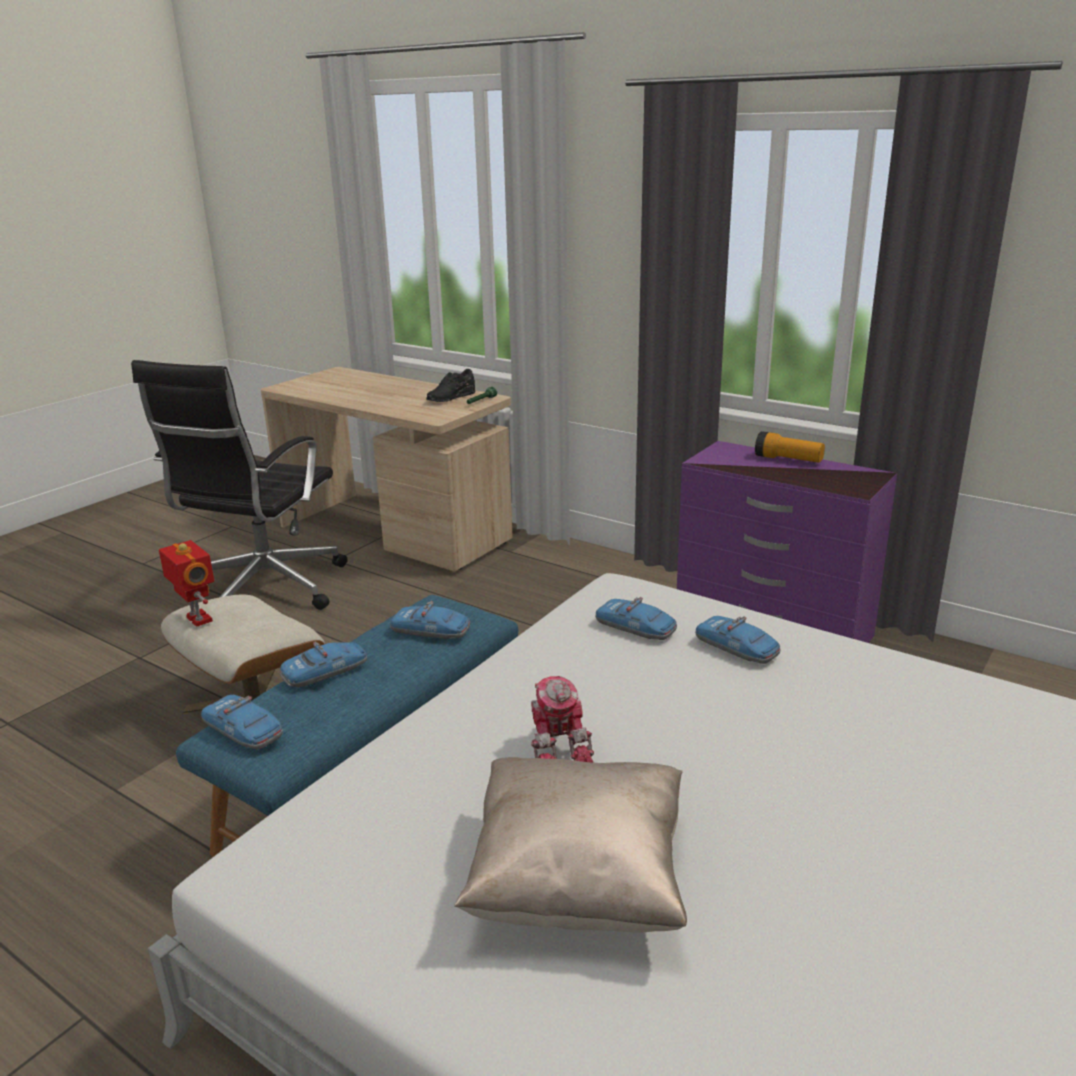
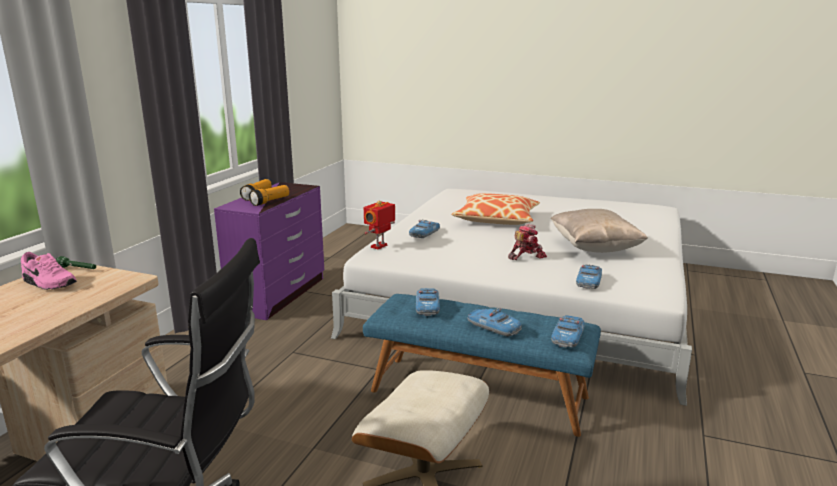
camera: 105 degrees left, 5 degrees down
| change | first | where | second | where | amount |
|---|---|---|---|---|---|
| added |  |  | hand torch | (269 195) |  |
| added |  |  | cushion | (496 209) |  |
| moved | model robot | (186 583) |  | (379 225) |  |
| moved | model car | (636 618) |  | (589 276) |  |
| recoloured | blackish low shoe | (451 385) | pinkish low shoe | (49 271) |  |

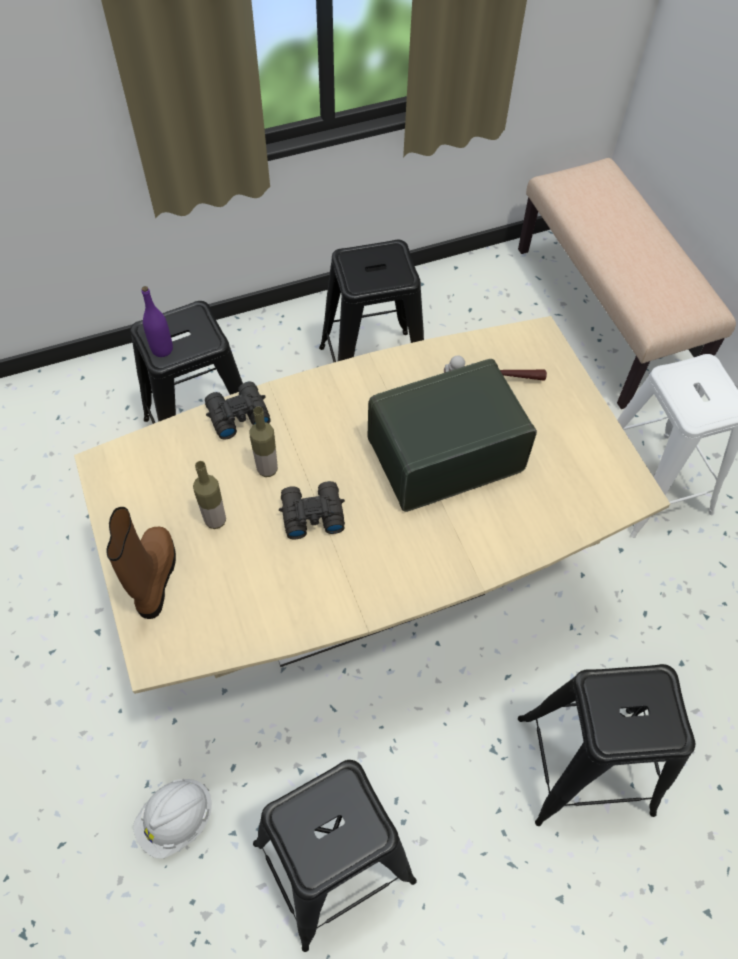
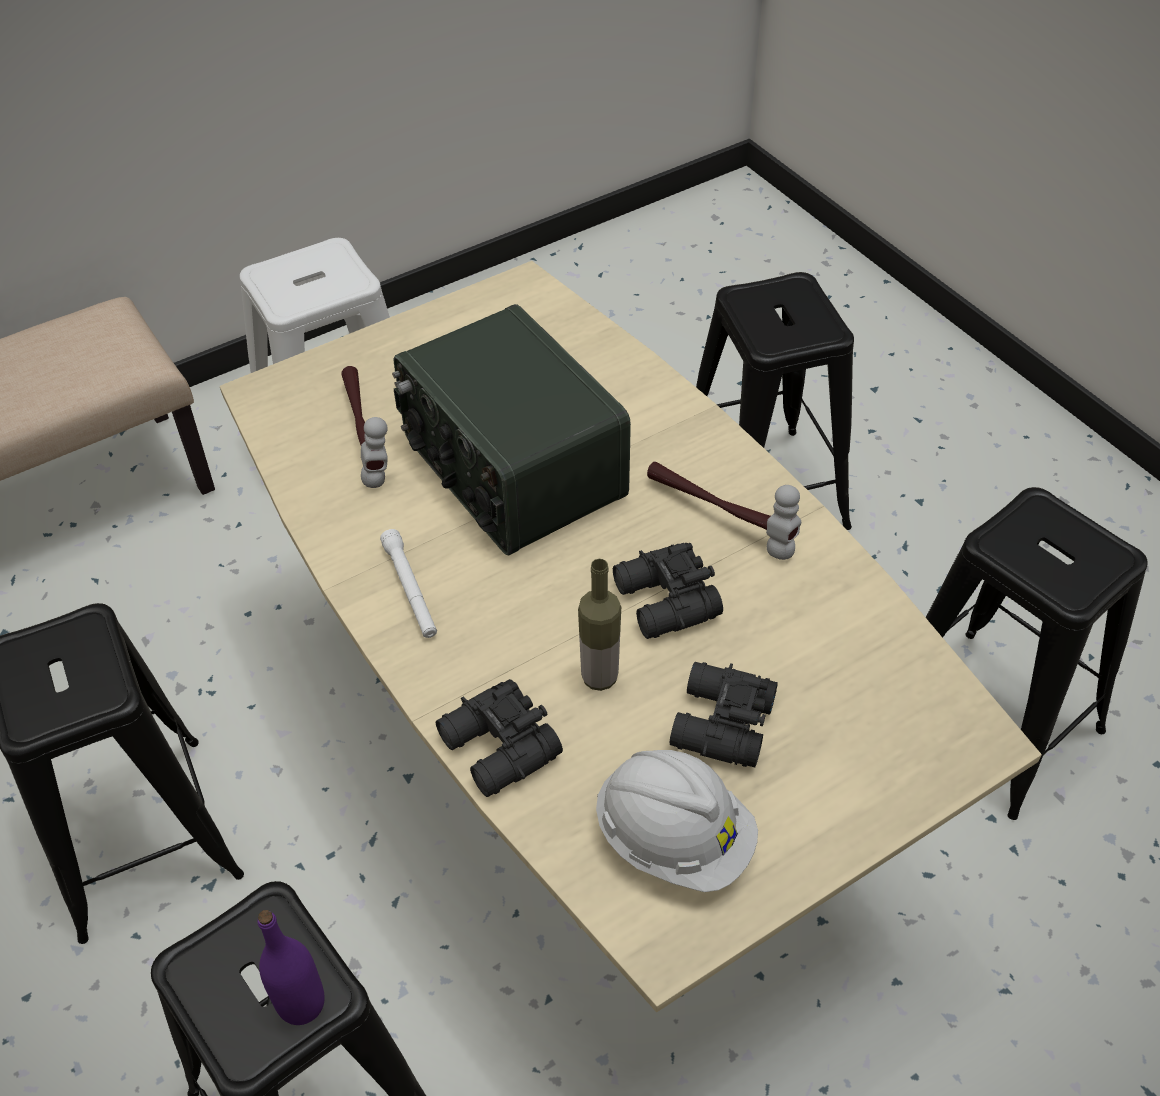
camera: 100 degrees left, 10 degrees down
| change | first | where | second | where | amount |
|---|---|---|---|---|---|
| removed | brown-coloured boot | (141 563) |  |  |  |
| added |  |  | white hand torch | (408 583) |  |
| added |  |  | hammer | (724 511) |  |
| moved | white hard hat | (172 819) |  | (677 821) |  |
| replaced | beverage bottle | (209 495) | blackish binoculars | (724 714) |  |

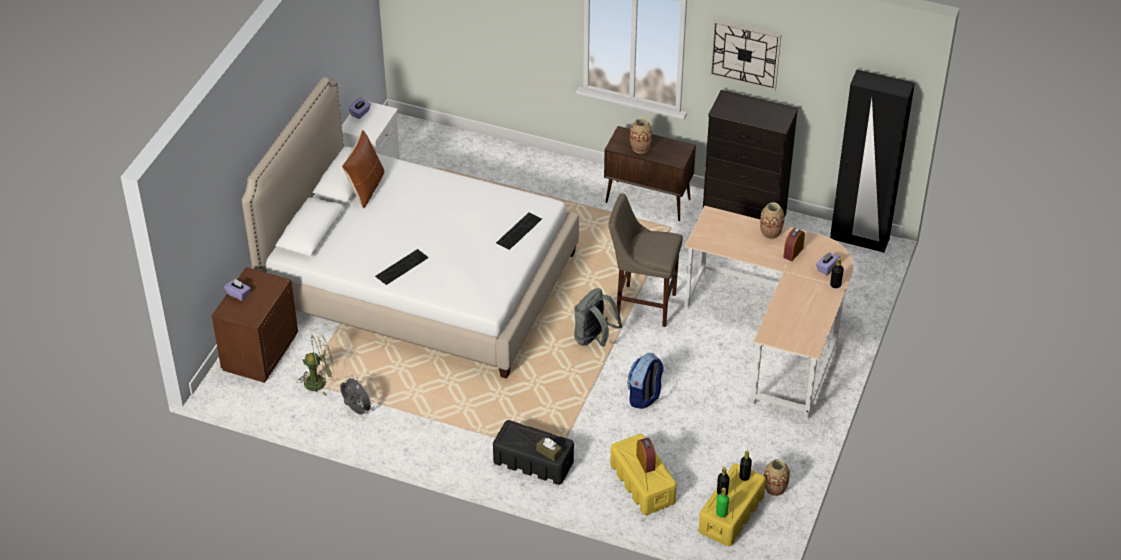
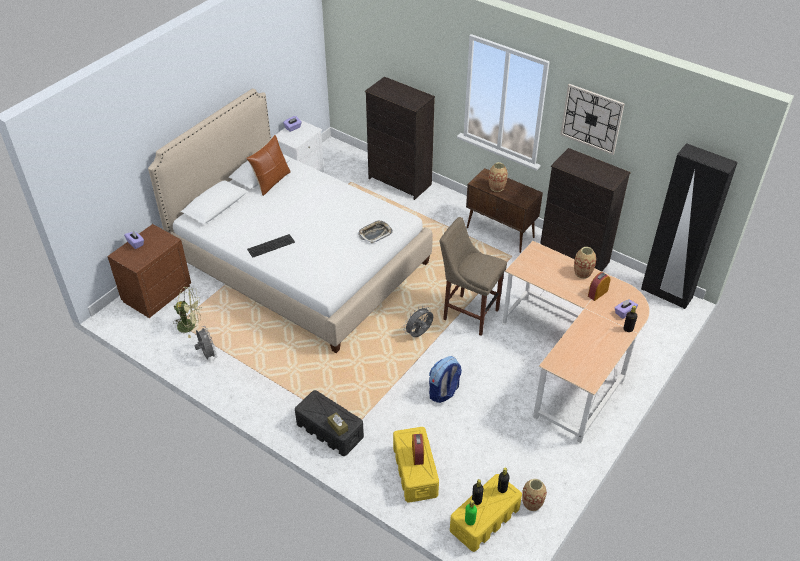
camera: 15 degrees right, 0 degrees up
| change | first | where | second | where | amount |
|---|---|---|---|---|---|
| added |  |  | blackish chest of drawers | (400 138) |  |
| replaced | keyboard | (519 231) | serving tray | (375 231) |  |
| replaced | gray rucksack | (598 317) | gray fan | (418 321) |  |

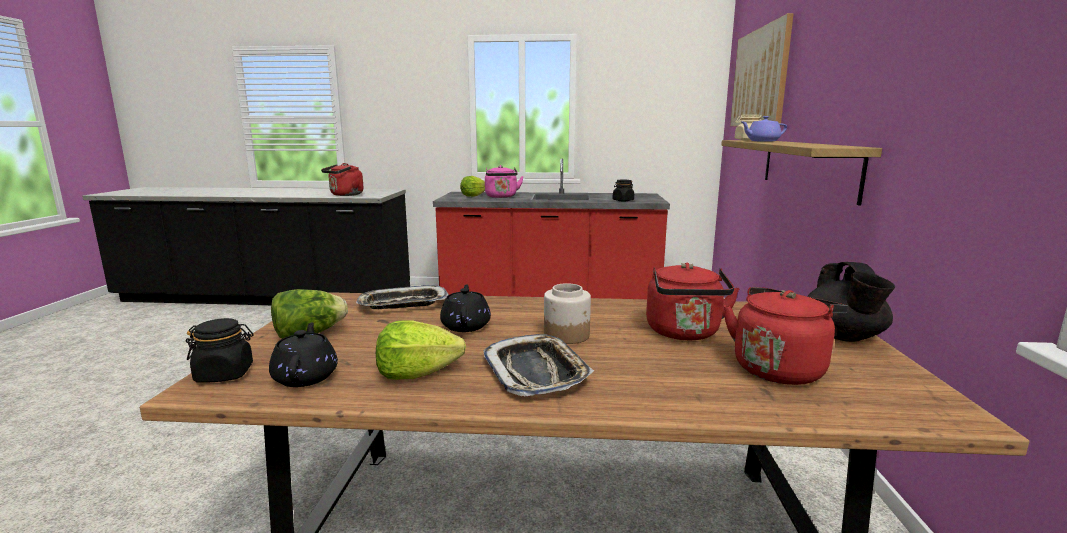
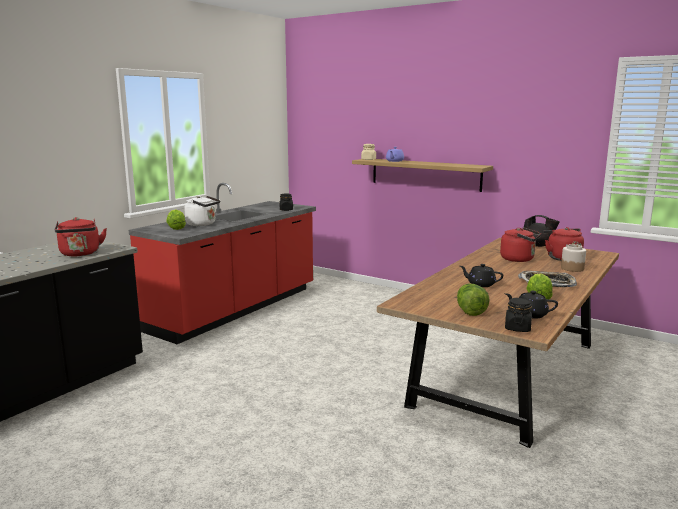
camera: 60 degrees left, 0 degrees up
| change | first | where | second | where | amount |
|---|---|---|---|---|---|
| removed | serving tray | (402 297) |  |  |  |
| removed | picture | (762 69) |  |  |  |
| moved | preserve jar | (567 313) |  | (573 258) |  |
| recoloured | pinkish kettle | (504 181) | white kettle | (202 211) |  |

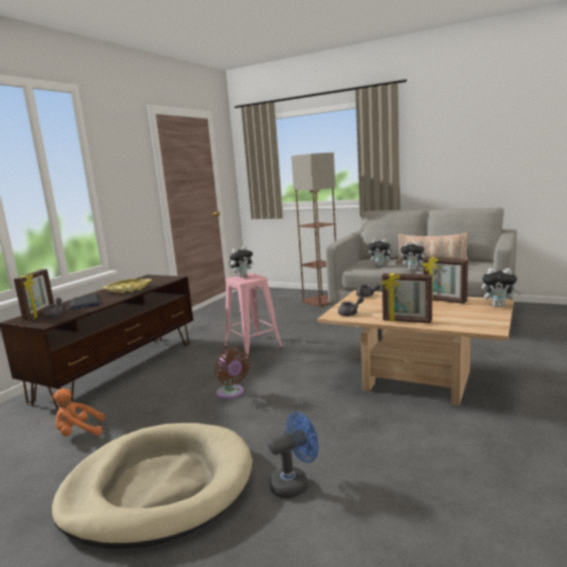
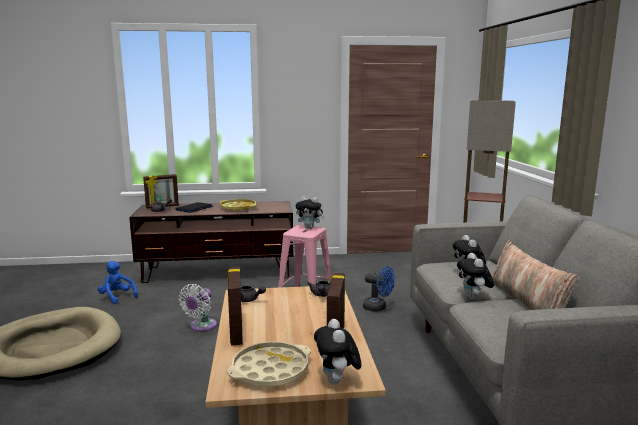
camera: 55 degrees right, 0 degrees up
| change | first | where | second | where | amount |
|---|---|---|---|---|---|
| added |  |  | sand-coloured serving tray | (269 364) |  |
| moved | blue-coloured fan | (293 455) |  | (379 289) |  |
| recoloured | orange cuddly toy | (78 412) | blue-coloured cuddly toy | (118 282) |  |
| recoloured | brown-coloured fan | (232 373) | white fan | (198 308) |  |

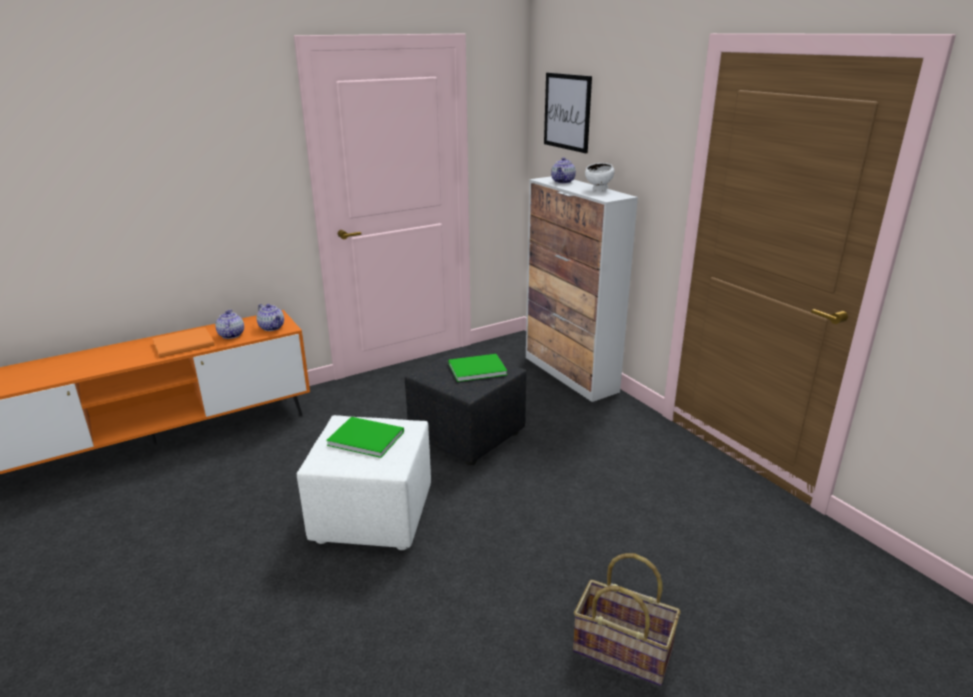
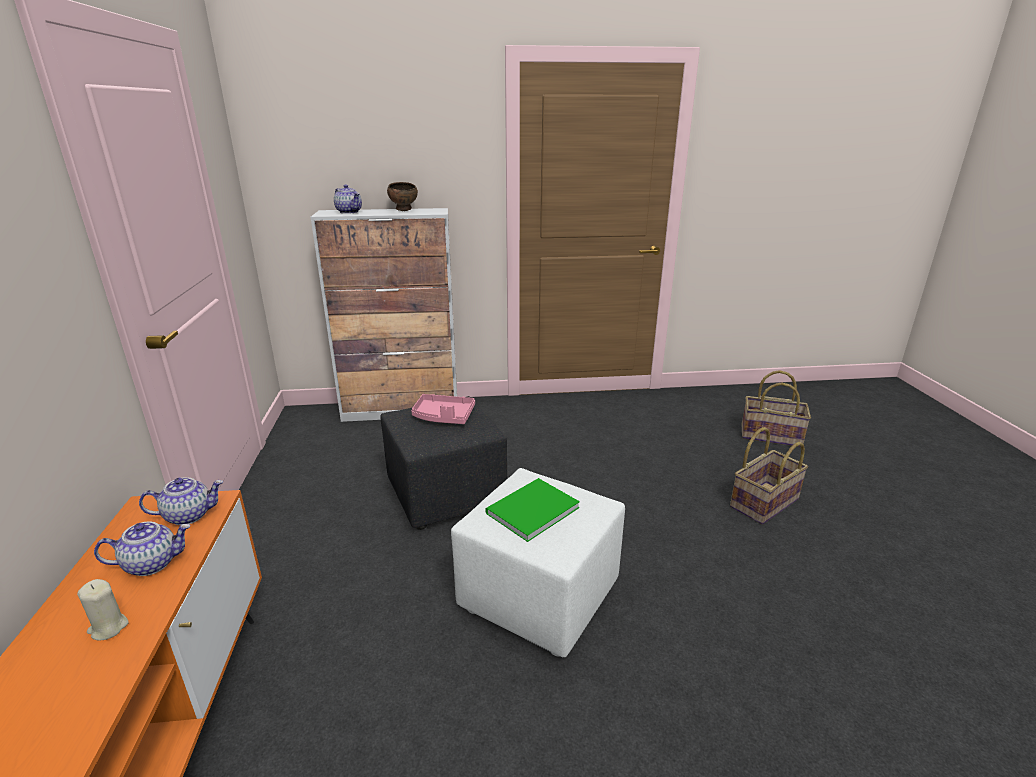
camera: 65 degrees left, 0 degrees up
| change | first | where | second | where | amount |
|---|---|---|---|---|---|
| removed | picture | (568 113) |  |  |  |
| added |  |  | basket | (776 408) |  |
| replaced | orange book | (183 342) | sand-coloured wax candle | (103 610) |  |
| replaced | green-coloured book | (477 368) | pinkish serving tray | (443 409) |  |
| recoloured | white deep dish | (599 177) | brown-coloured deep dish | (402 196) |  |
| turned | pot for tea | (229 324) |  | (142 549) | 150 degrees clockwise |

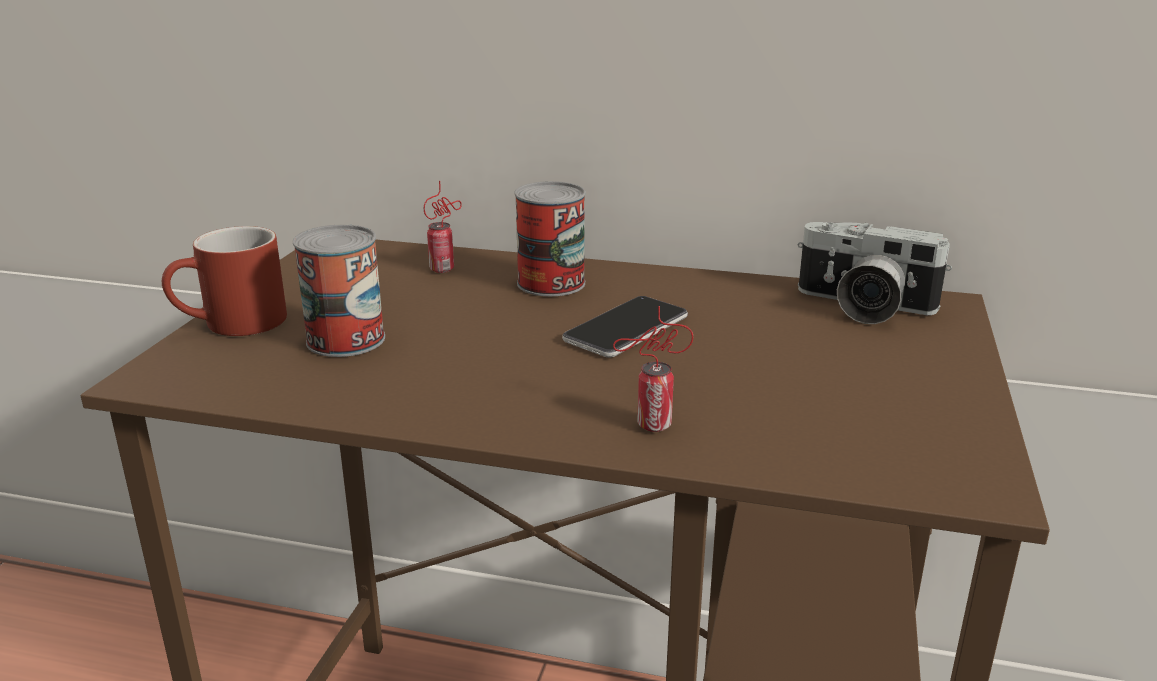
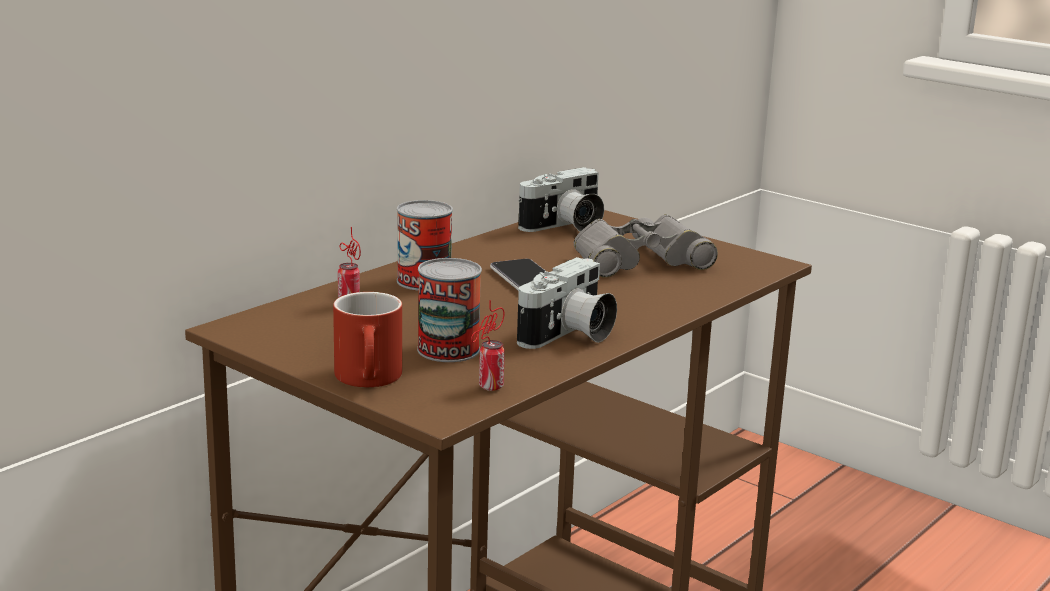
camera: 65 degrees left, 5 degrees down
| change | first | where | second | where | amount |
|---|---|---|---|---|---|
| added |  |  | still camera | (567 303) |  |
| added |  |  | gray binoculars | (646 246) |  |
| moved | can | (653 369) |  | (488 345) |  |

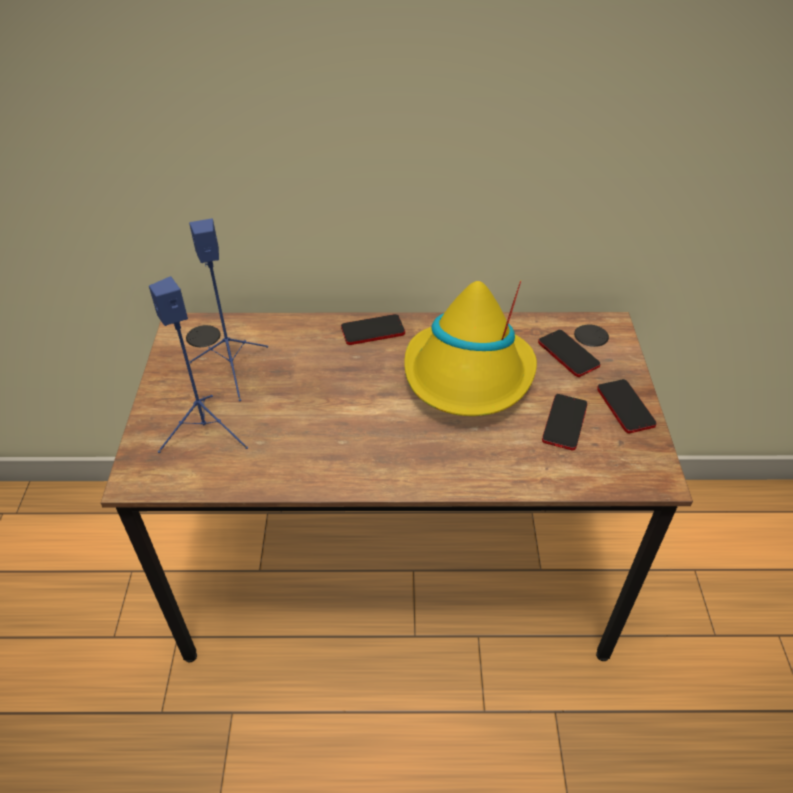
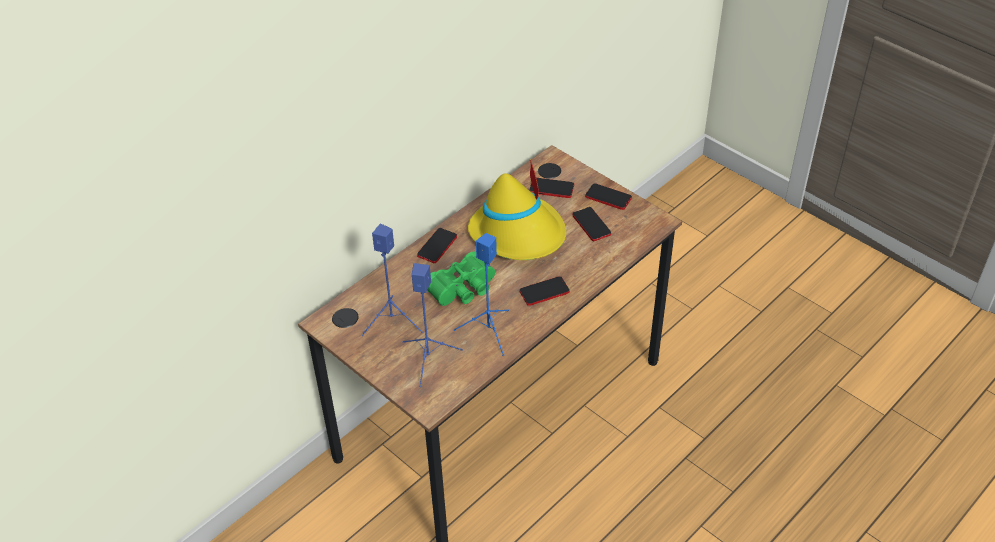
camera: 45 degrees left, 0 degrees up
| change | first | where | second | where | amount |
|---|---|---|---|---|---|
| added |  |  | green-coloured binoculars | (461 278) |  |
| added |  |  | blue-coloured loudspeaker | (481 294) |  |
| added |  |  | phone | (544 291) |  |

